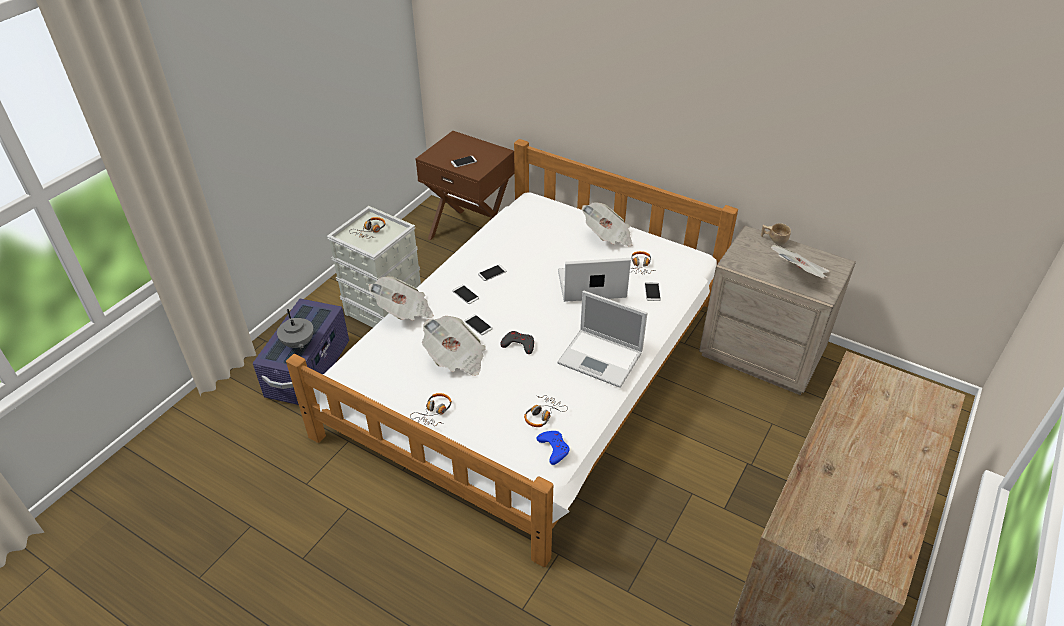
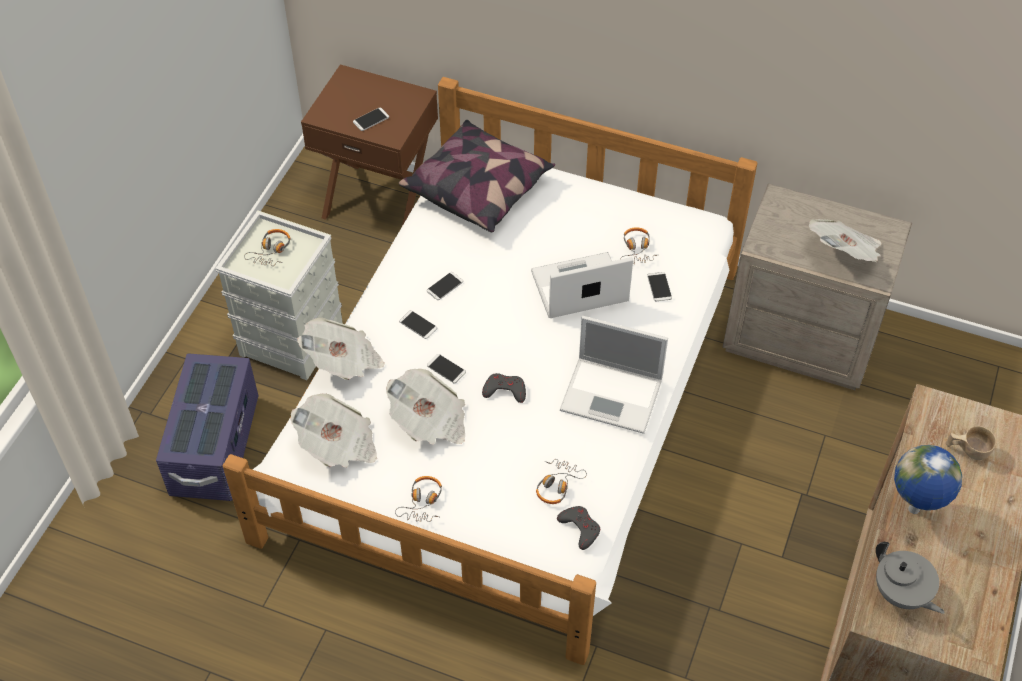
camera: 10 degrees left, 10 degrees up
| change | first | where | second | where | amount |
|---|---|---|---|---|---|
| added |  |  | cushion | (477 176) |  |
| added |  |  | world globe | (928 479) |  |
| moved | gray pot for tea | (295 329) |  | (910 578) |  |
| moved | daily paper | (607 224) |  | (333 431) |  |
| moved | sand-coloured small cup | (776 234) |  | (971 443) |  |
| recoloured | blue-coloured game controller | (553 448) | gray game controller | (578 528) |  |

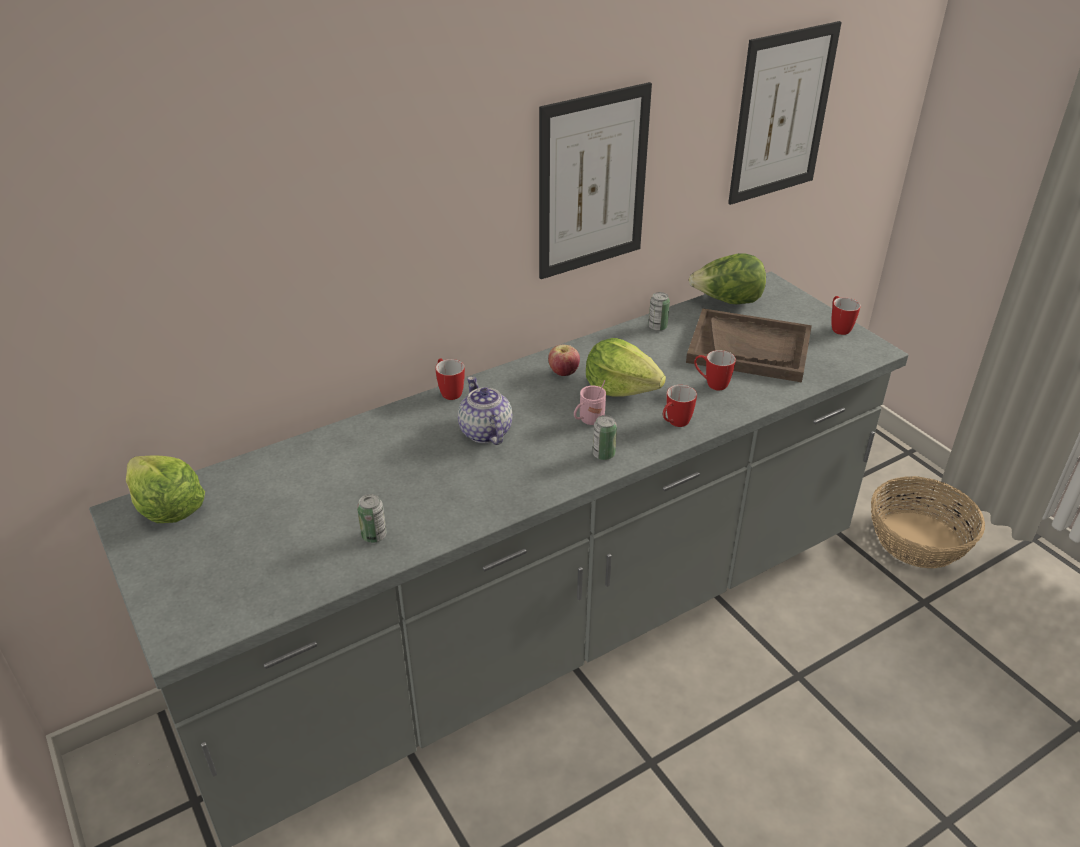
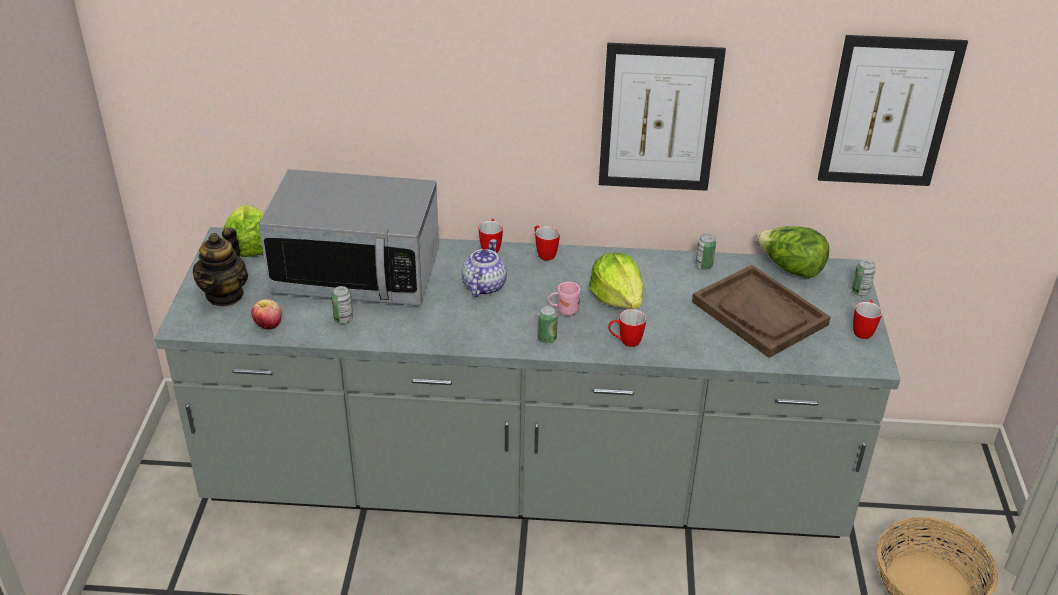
camera: 35 degrees right, 0 degrees up
| change | first | where | second | where | amount |
|---|---|---|---|---|---|
| added |  |  | pot for tea | (220 266) |  |
| added |  |  | microwave oven | (349 237) |  |
| added |  |  | can | (863 277) |  |
| moved | apple fruit | (564 360) |  | (266 314) |  |
| moved | coffee mug | (715 370) |  | (547 243) |  |

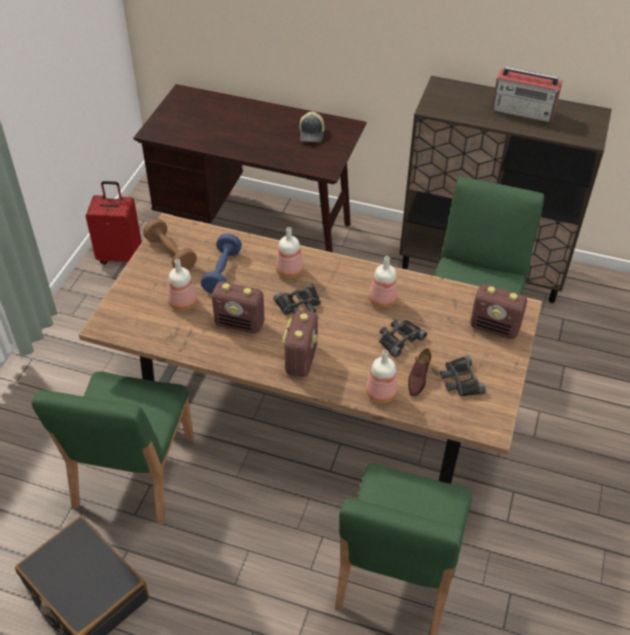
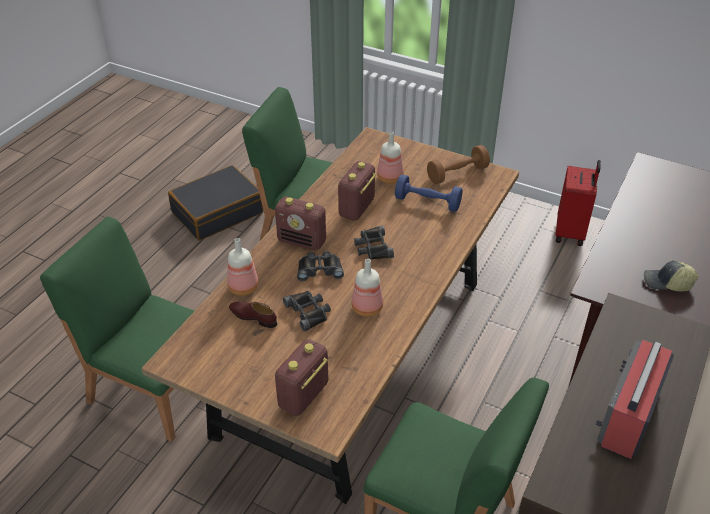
camera: 100 degrees right, 5 degrees down
| change | first | where | second | where | amount |
|---|---|---|---|---|---|
| removed | beverage bottle | (290 253) |  |  |  |
| moved | blackish binoculars | (463 376) |  | (320 266) |  |

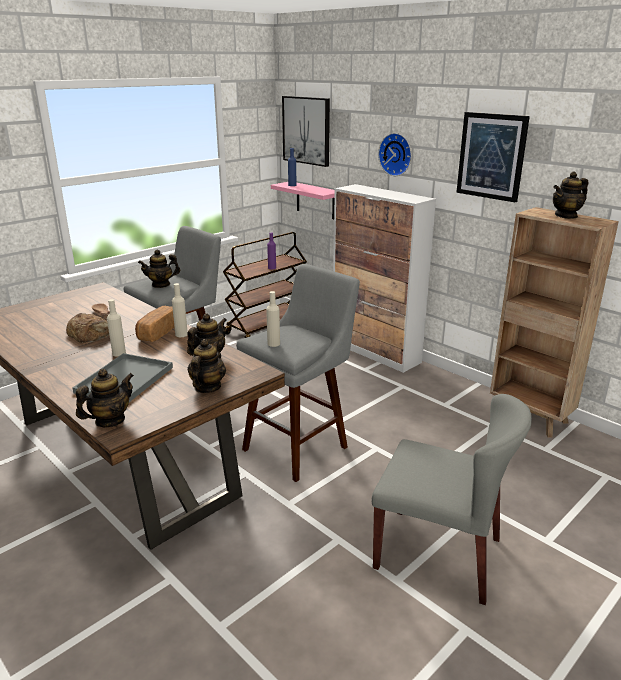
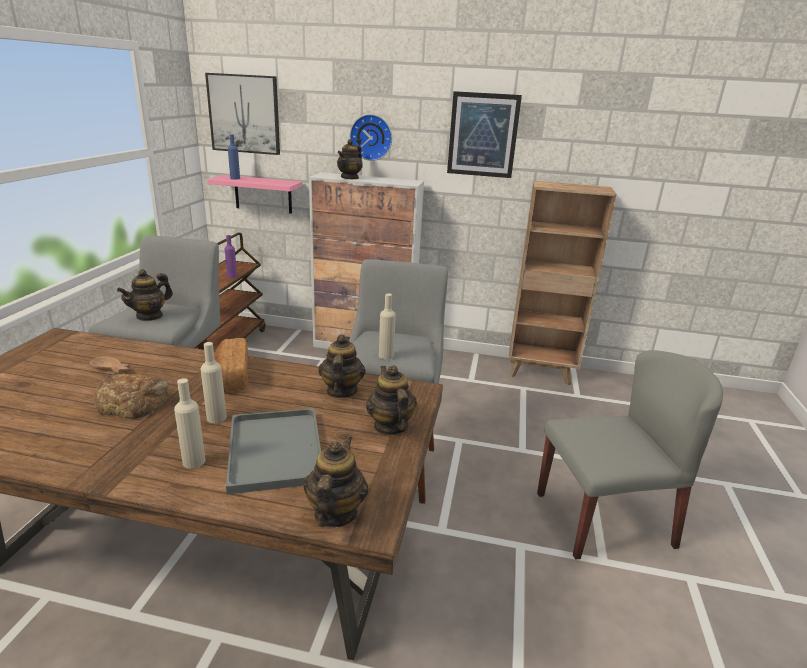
camera: 35 degrees left, 0 degrees up
| change | first | where | second | where | amount |
|---|---|---|---|---|---|
| moved | sand-coloured beverage bottle | (180 310) |  | (189 423) |  |
| moved | pot for tea | (570 195) |  | (350 159) |  |

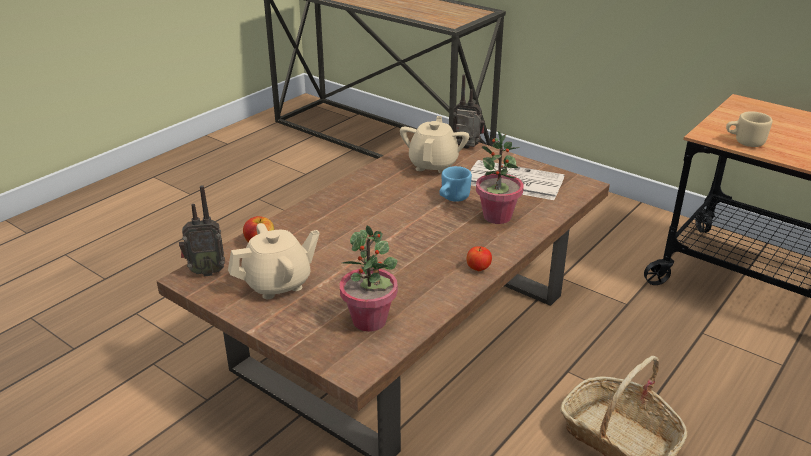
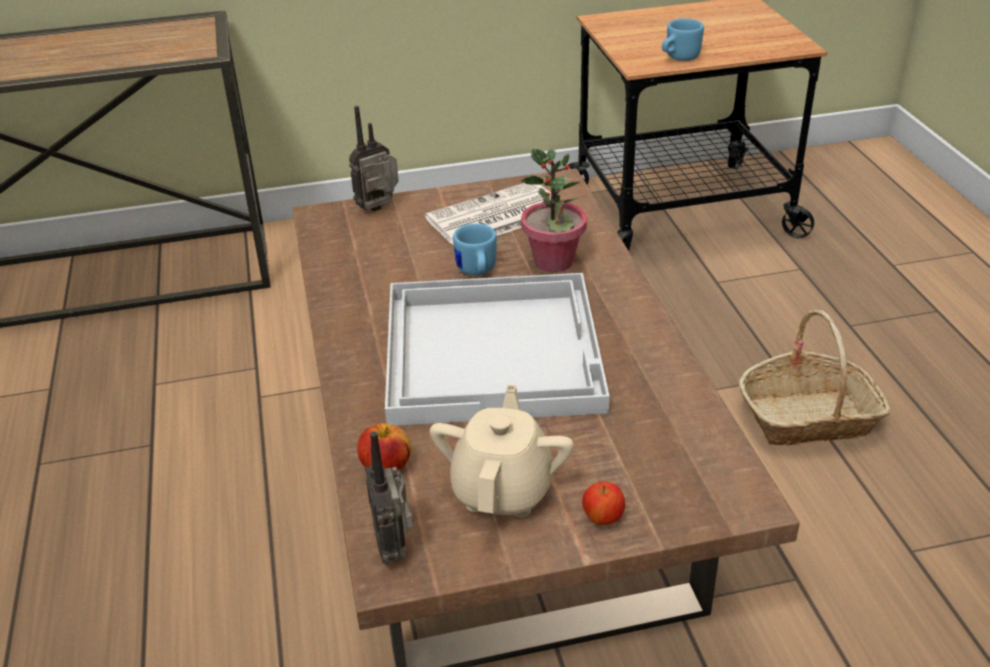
camera: 50 degrees left, 5 degrees up
| change | first | where | second | where | amount |
|---|---|---|---|---|---|
| removed | plant in a pot | (369 279) |  |  |  |
| removed | sand-coloured pot for tea | (434 144) |  |  |  |
| added |  |  | white serving tray | (497 349) |  |
| moved | apple fruit | (479 258) |  | (603 503) |  |
| recoloured | sand-coloured coffee mug | (749 129) | blue-coloured coffee mug | (683 40) |  |
| turned | radio receiver | (202 230) |  | (389 498) | 135 degrees clockwise |

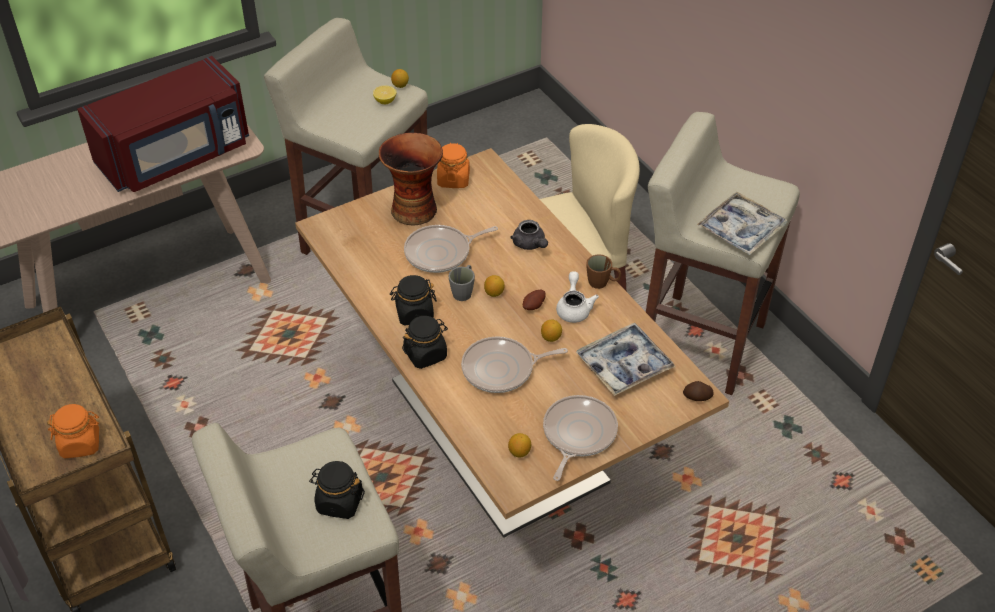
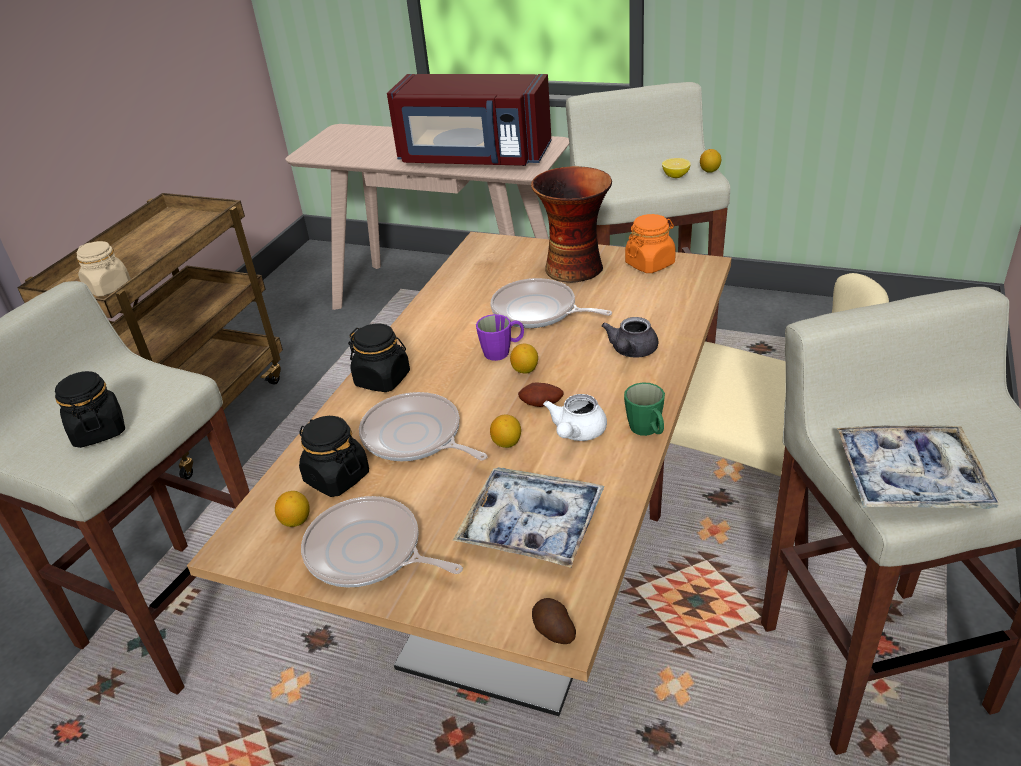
camera: 55 degrees right, 10 degrees down
| change | first | where | second | where | amount |
|---|---|---|---|---|---|
| moved | blackish preserve jar | (413 300) |  | (334 456) |  |
| recoloured | orange preserve jar | (73 431) | sand-coloured preserve jar | (103 269) |  |
| recoloured | gray coffee mug | (461 283) | purplish coffee mug | (500 337) |  |
| recoloured | brown-coloured coffee mug | (604 271) | green-coloured coffee mug | (644 409) |  |
| turned | pan | (580 438) |  | (382 542) | 135 degrees counterclockwise |
| turned | white pot for tea | (577 297) |  | (575 417) | 150 degrees clockwise |

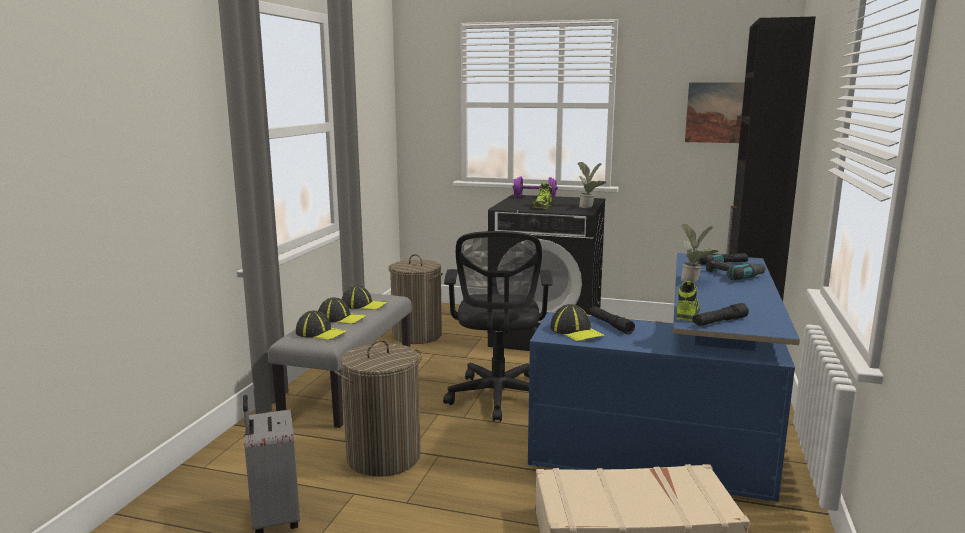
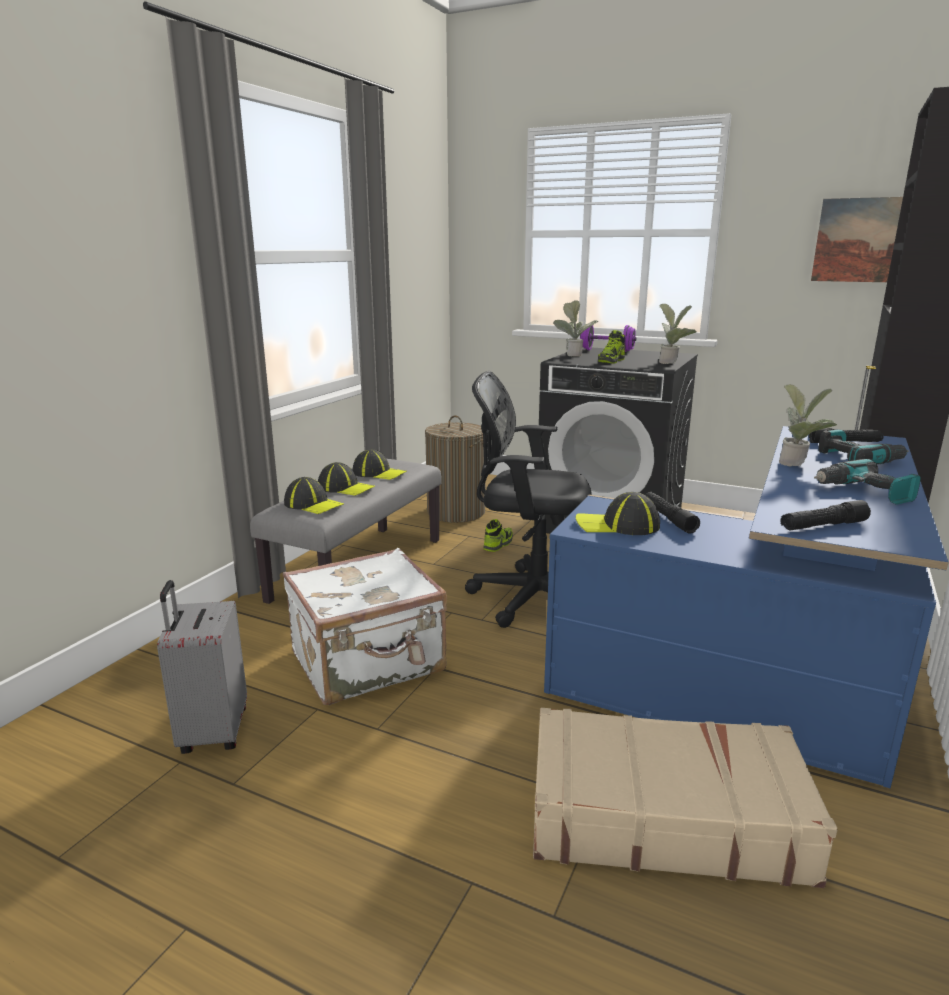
camera: 10 degrees right, 5 degrees up
| change | first | where | second | where | amount |
|---|---|---|---|---|---|
| added |  |  | plant in a pot | (575 328) |  |
| added |  |  | electric drill | (867 482) |  |
| moved | low shoe | (688 301) |  | (498 535) |  |
| replaced | hamper | (378 408) | white travel case | (365 626) |  |
| turned | blackish computer chair | (498 326) |  | (528 499) | 90 degrees clockwise |
| turned | baseball cap | (577 322) |  | (618 513) | 120 degrees clockwise |

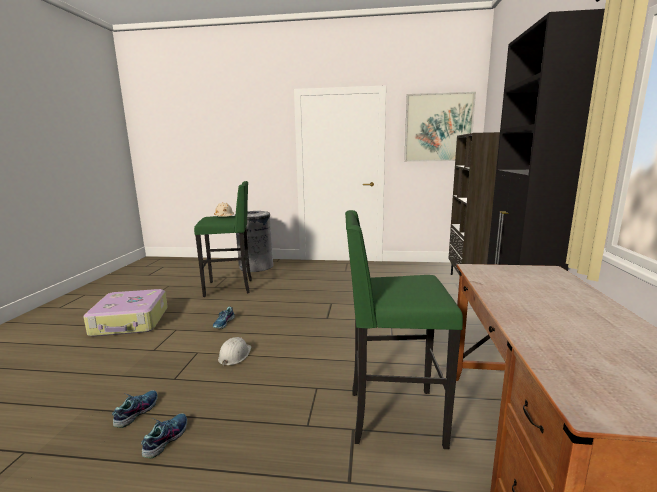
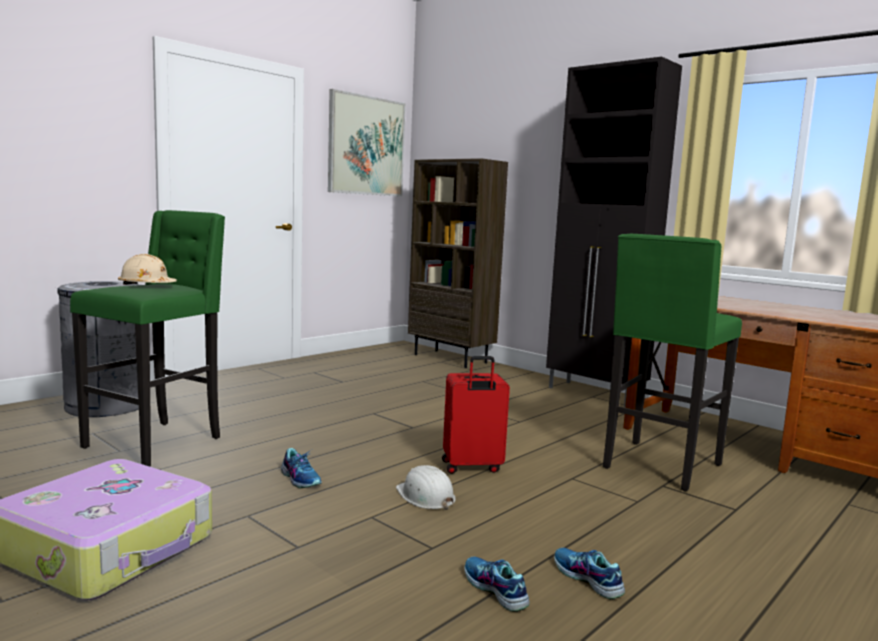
camera: 55 degrees left, 5 degrees down
| change | first | where | second | where | amount |
|---|---|---|---|---|---|
| added |  |  | red travel case | (476 415) |  |

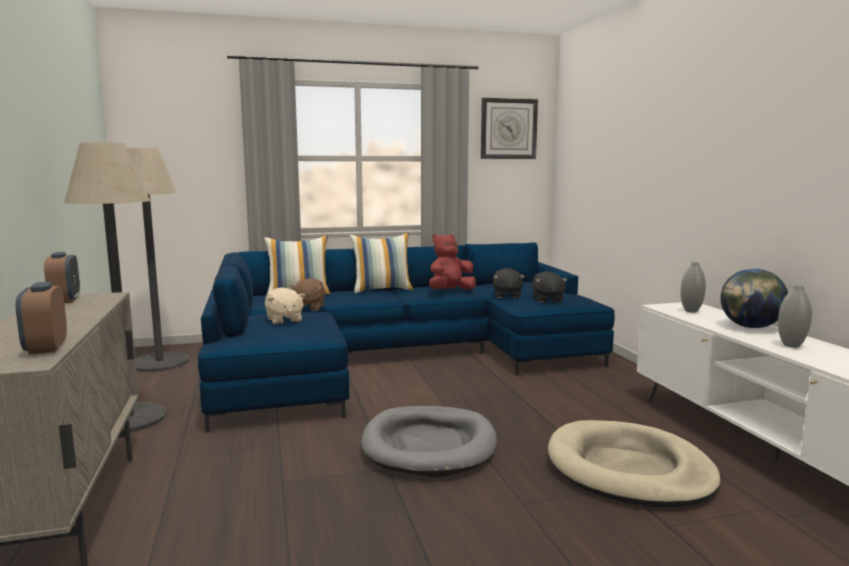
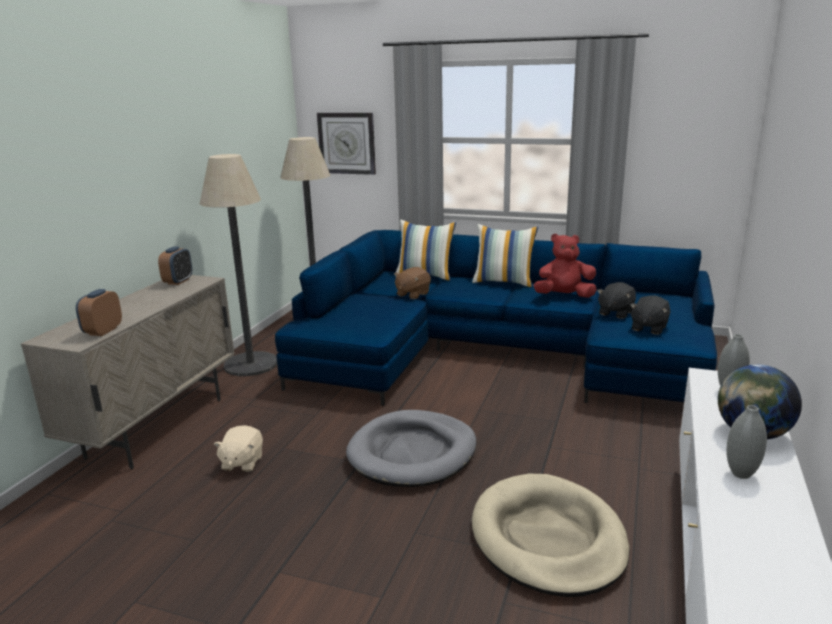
camera: 35 degrees right, 10 degrees up
| change | first | where | second | where | amount |
|---|---|---|---|---|---|
| moved | sand-coloured cuddly toy | (285 306) |  | (238 448) |  |
| moved | hanging clock | (509 128) |  | (346 144) |  |

